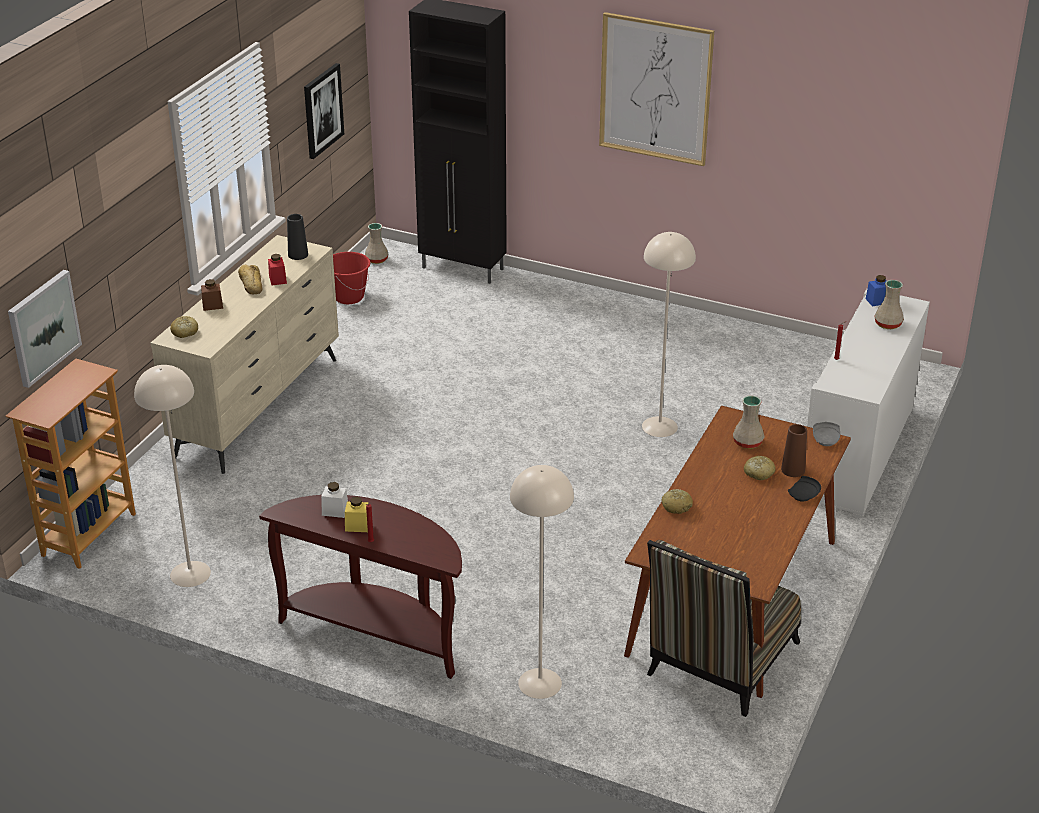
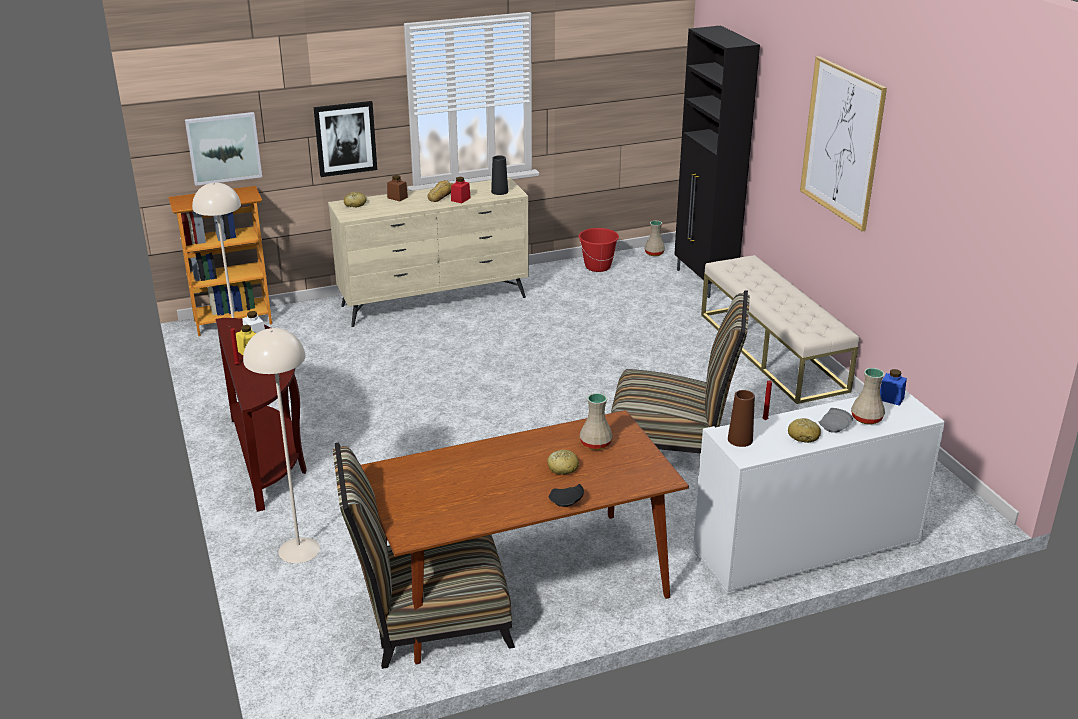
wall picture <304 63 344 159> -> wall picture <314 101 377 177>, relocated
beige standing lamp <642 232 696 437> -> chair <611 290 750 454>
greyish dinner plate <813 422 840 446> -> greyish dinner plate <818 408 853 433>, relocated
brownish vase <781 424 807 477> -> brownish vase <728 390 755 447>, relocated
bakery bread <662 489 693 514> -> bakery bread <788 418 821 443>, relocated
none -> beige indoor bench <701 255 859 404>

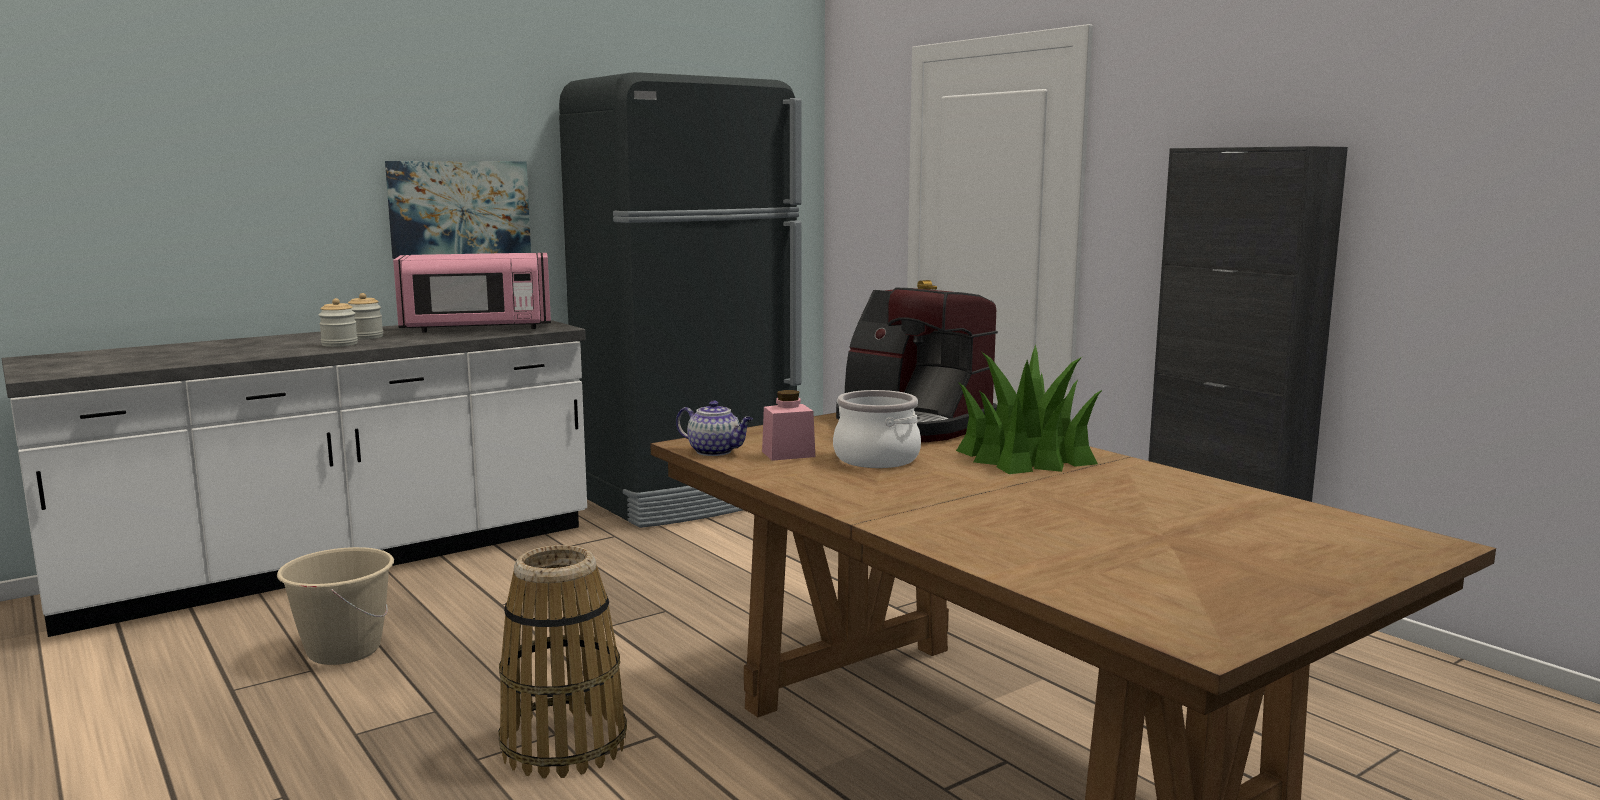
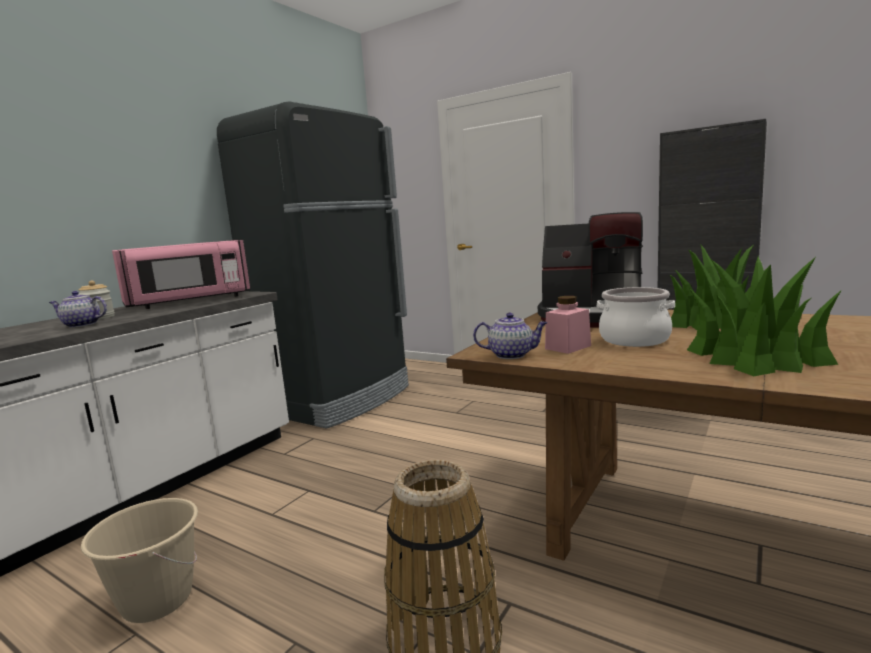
wall picture <385 161 531 259> -> none
storage jar <319 298 358 347> -> tea pot <49 291 107 328>
none -> houseplant <687 256 841 376>

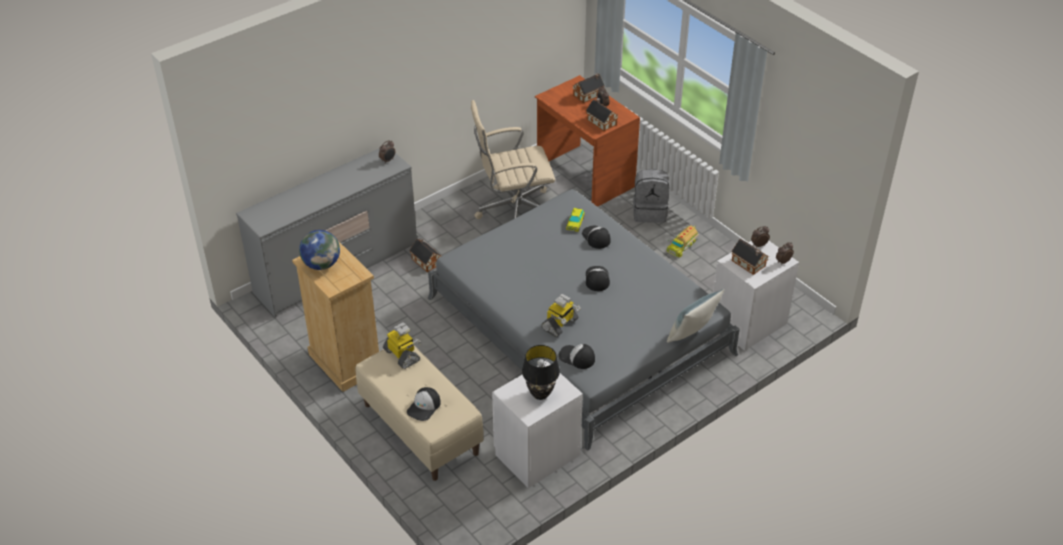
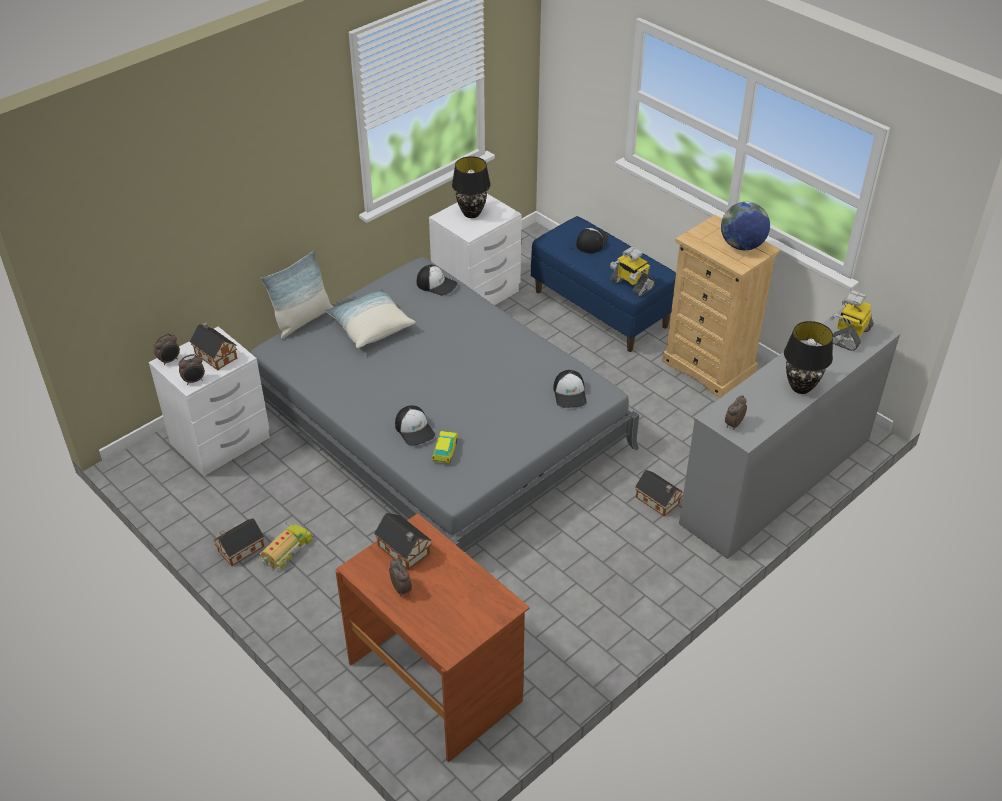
model house <573 74 605 103> -> model house <214 518 264 566>, relocated
beige office chair <471 100 555 219> -> none
greyish knapsack <633 169 669 223> -> none
peaked cap <586 266 610 291> -> peaked cap <553 370 587 408>, relocated
model robot <541 294 581 337> -> model robot <830 290 874 351>, relocated
beige indoor bench <356 346 484 481> -> blue indoor bench <531 216 676 352>
none -> pillow <325 288 415 348>
none -> black-coloured table lamp <784 321 833 394>

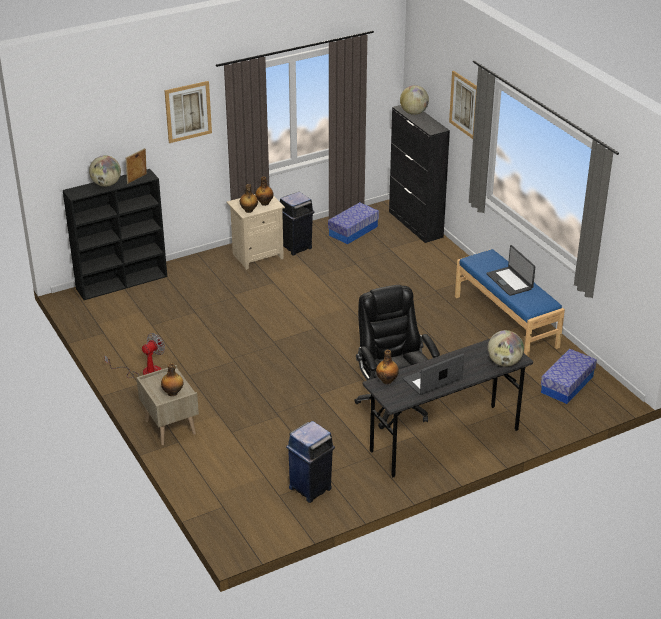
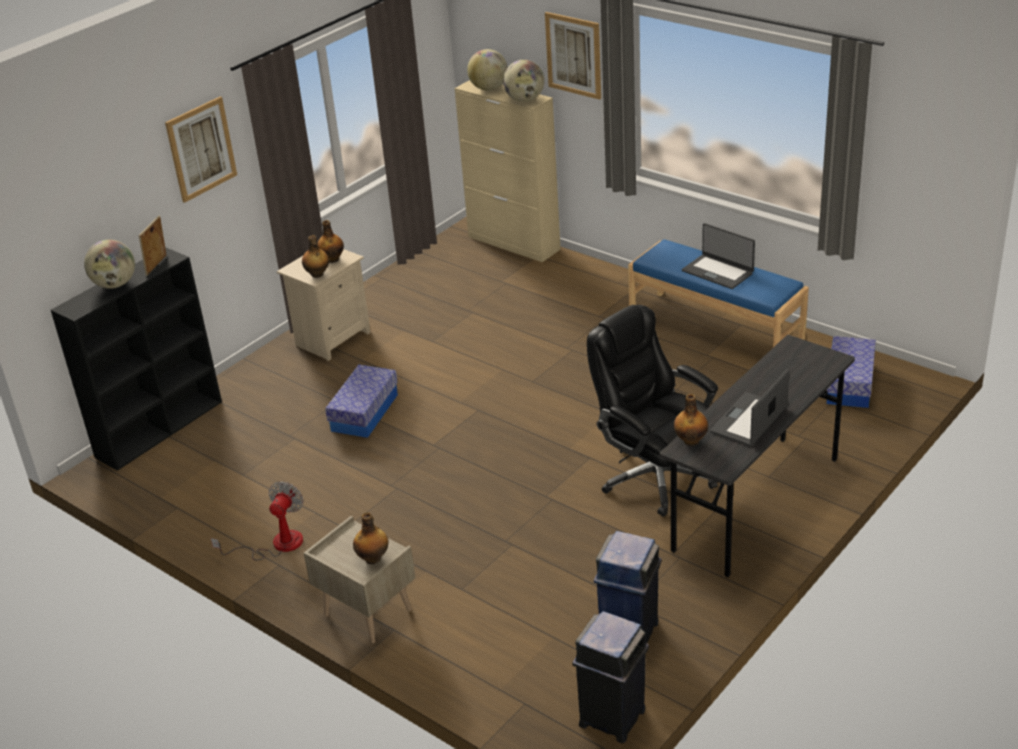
black-coloured cupboard <389 105 450 243> -> beige cupboard <454 80 561 262>
black-coloured rubbish bin <280 192 314 255> -> black-coloured rubbish bin <572 611 649 743>, relocated
storage container <328 202 379 244> -> storage container <325 364 398 438>, relocated
desk globe <488 330 524 367> -> desk globe <503 60 544 102>, relocated

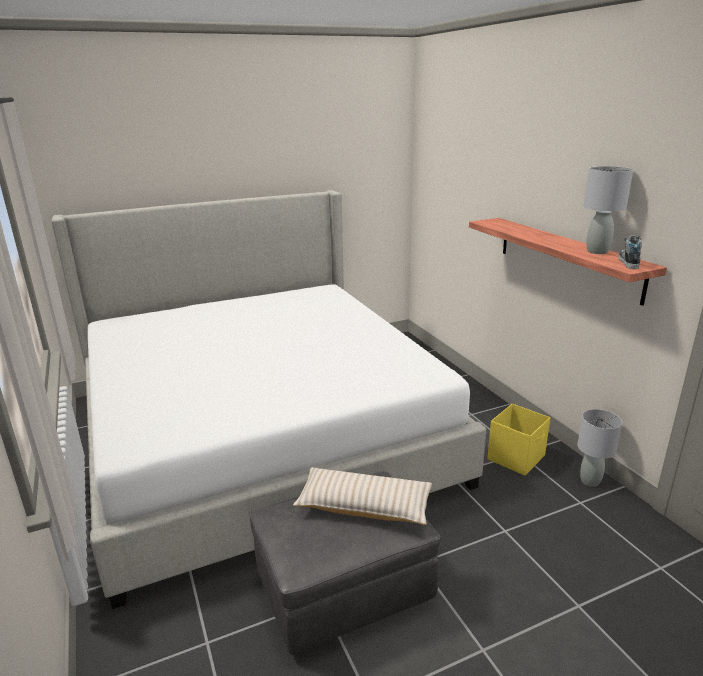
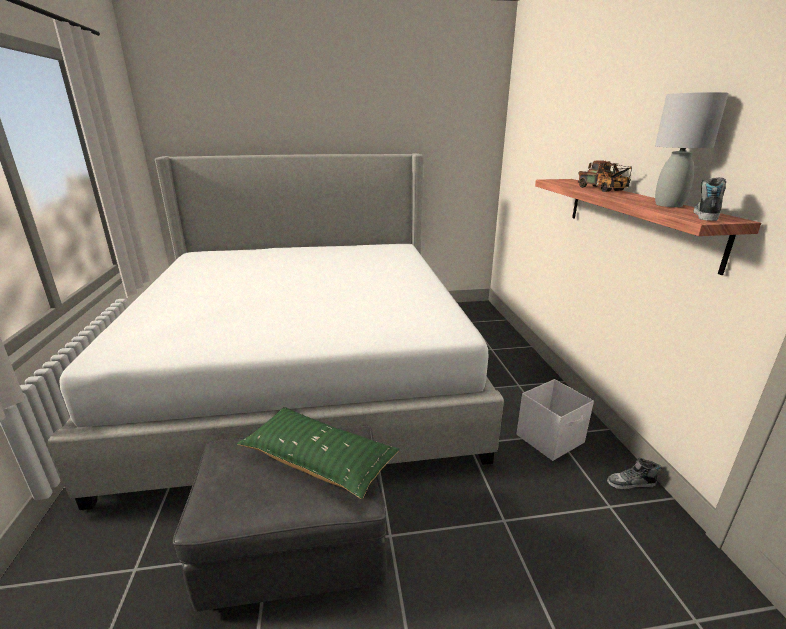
yellow storage container <487 404 551 476> -> white storage container <517 379 594 461>
greyish table lamp <577 409 622 487> -> shoe <607 458 662 489>
beige pillow <293 467 432 525> -> greenish pillow <237 407 399 499>
none -> toy lorry <578 160 632 192>

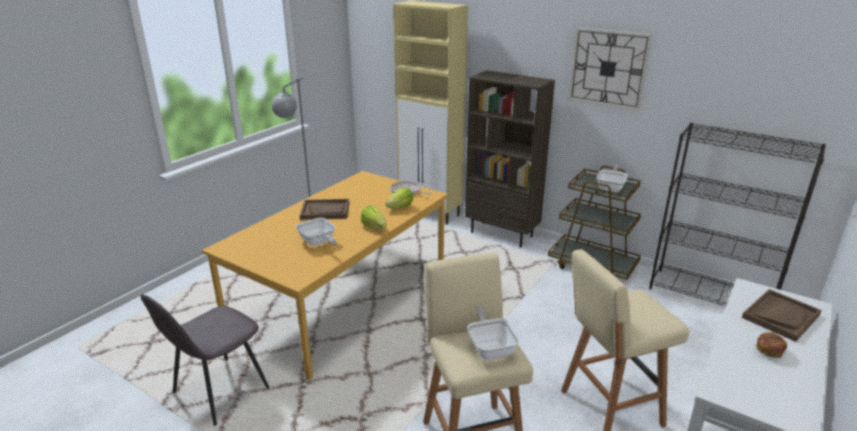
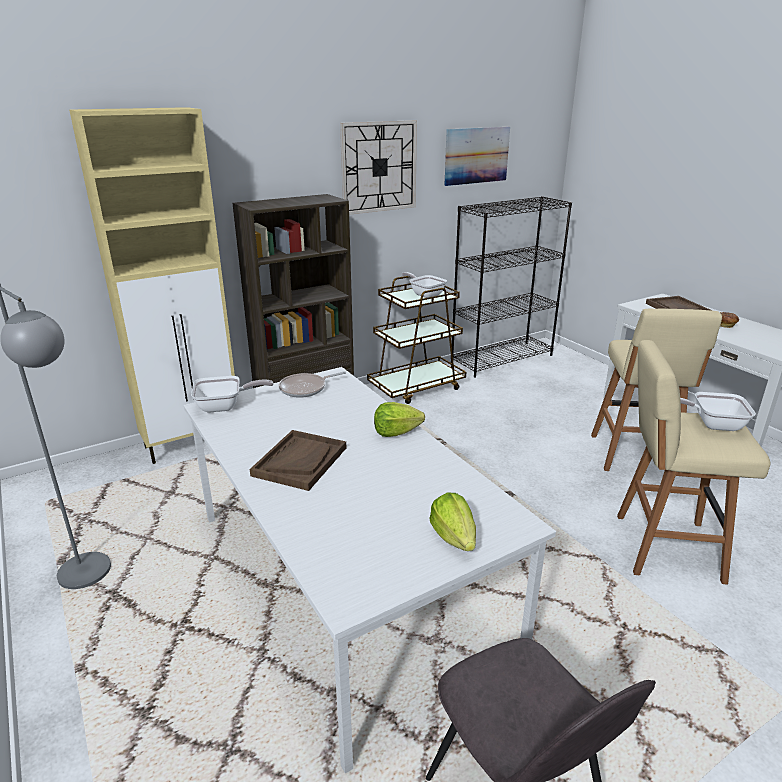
orange-coloured kitchen table <202 171 448 380> -> white kitchen table <184 367 556 773>
head of lettuce <386 188 413 209> -> head of lettuce <429 492 476 551>, relocated
skillet <296 218 337 246> -> skillet <191 376 273 413>, relocated
none -> wall picture <444 127 510 186>

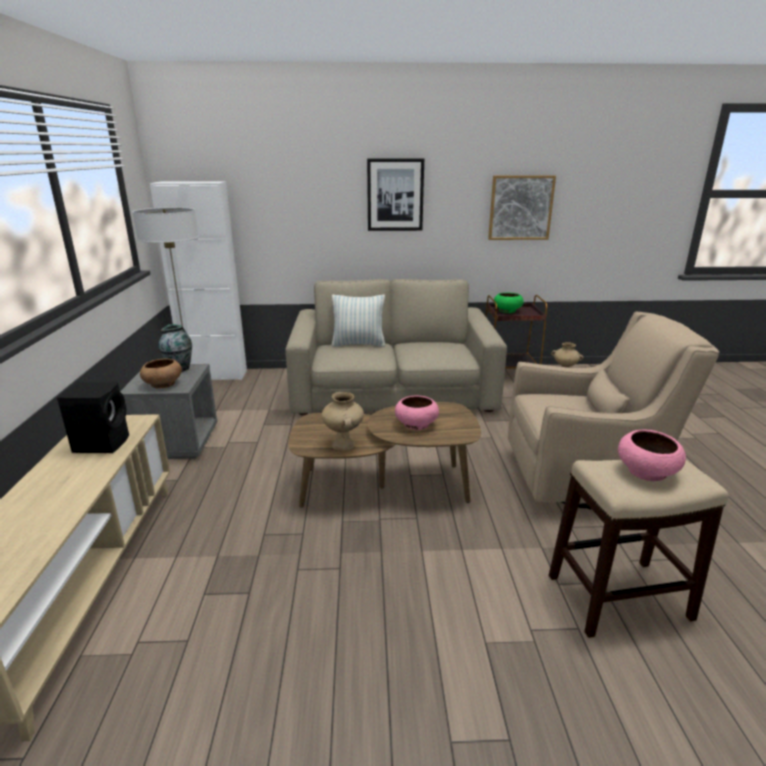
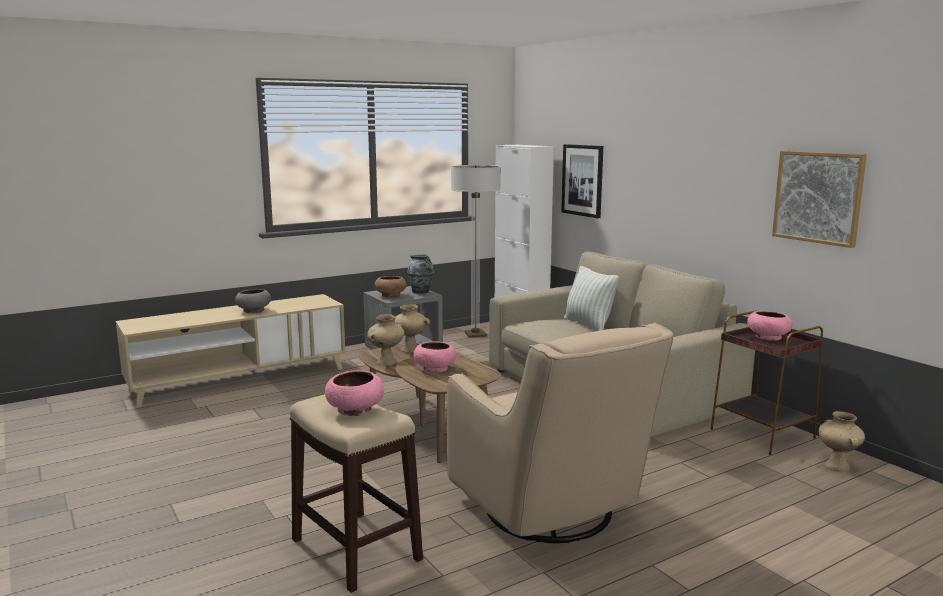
wall picture <367 158 424 231> -> wall picture <561 144 603 218>, relocated
greenish bowl <494 293 524 313> -> pinkish bowl <747 311 793 341>
black-coloured speaker <57 382 129 453> -> none
none -> greyish bowl <235 289 271 313>
none -> beige vase <395 304 430 353>

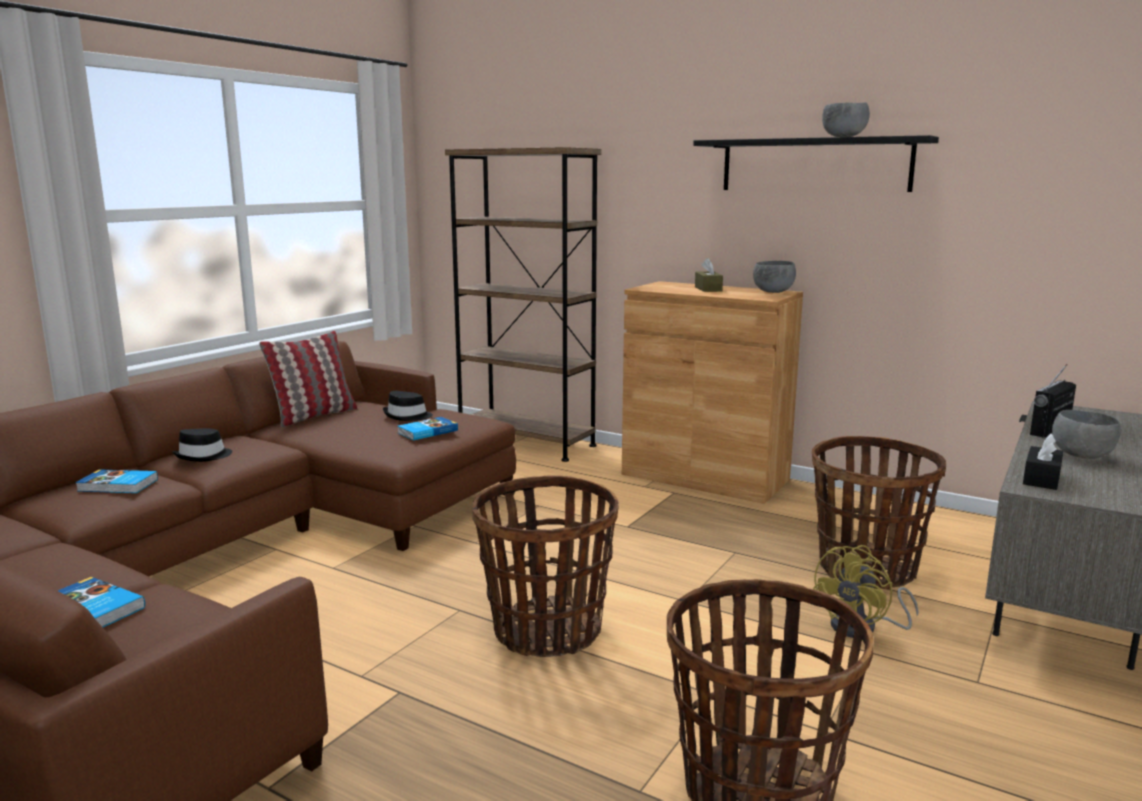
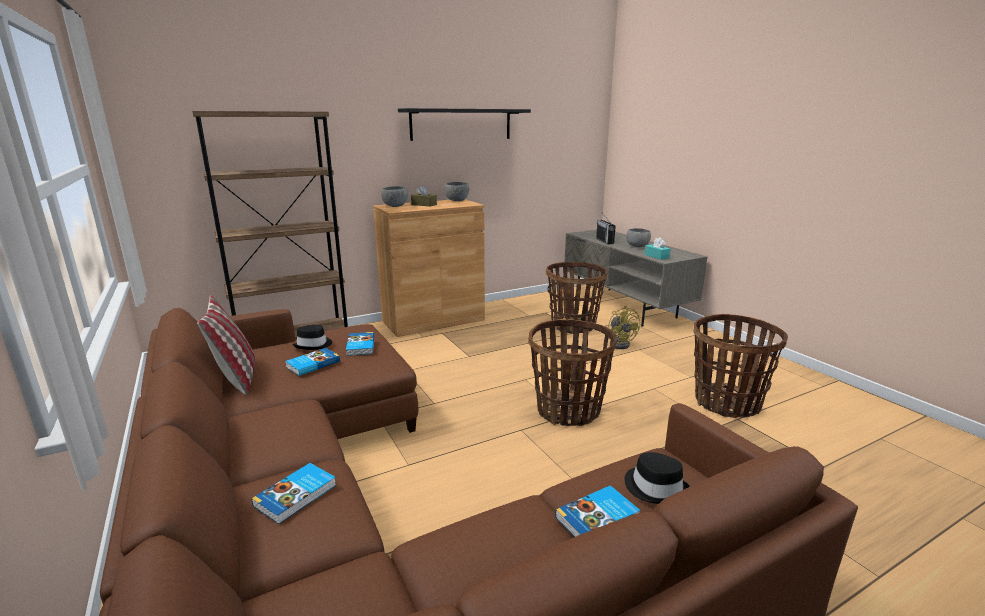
greyish bowl <822 102 870 137> -> greyish bowl <381 186 408 207>, relocated
black-coloured clothing hat <172 428 232 462> -> black-coloured clothing hat <624 452 690 504>, relocated
black-coloured box of tissues <1023 433 1064 490> -> turquoise-coloured box of tissues <645 237 671 260>
none -> bound book <285 348 340 376>

